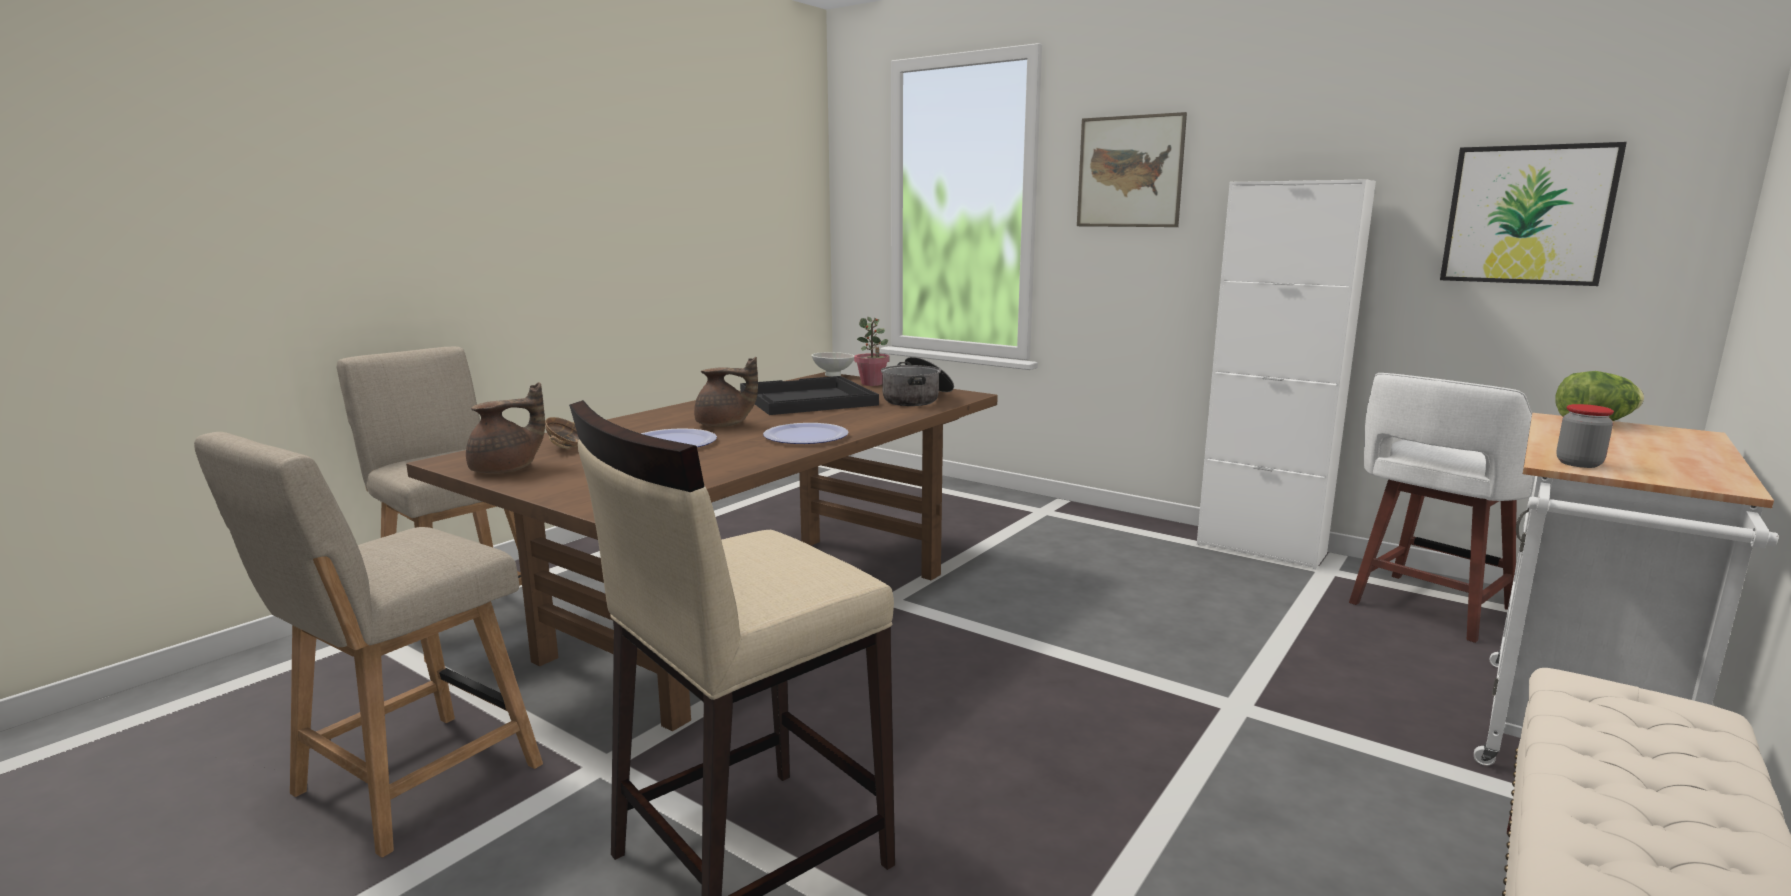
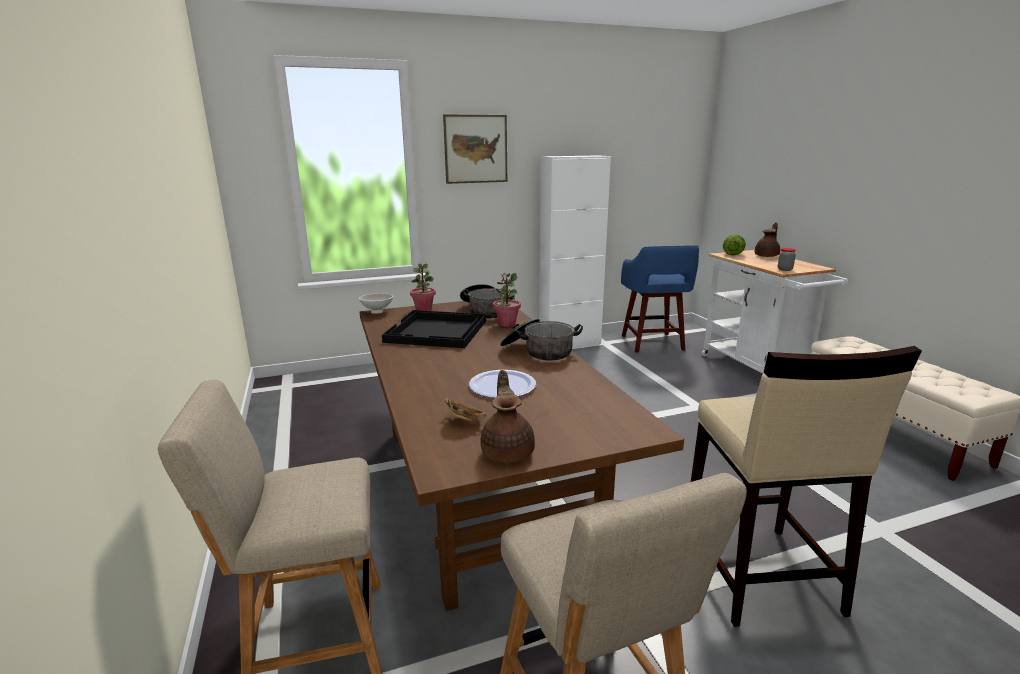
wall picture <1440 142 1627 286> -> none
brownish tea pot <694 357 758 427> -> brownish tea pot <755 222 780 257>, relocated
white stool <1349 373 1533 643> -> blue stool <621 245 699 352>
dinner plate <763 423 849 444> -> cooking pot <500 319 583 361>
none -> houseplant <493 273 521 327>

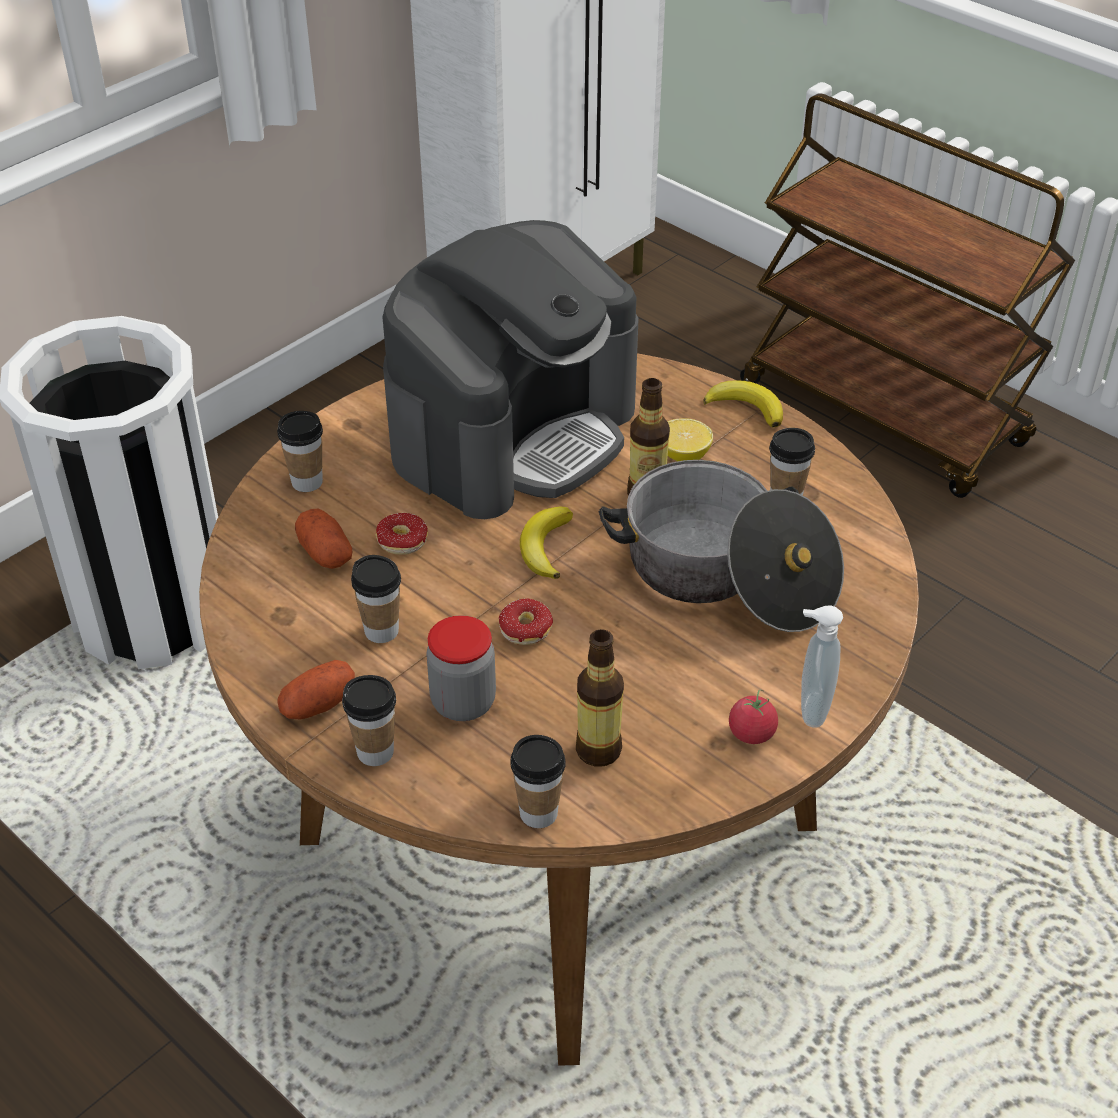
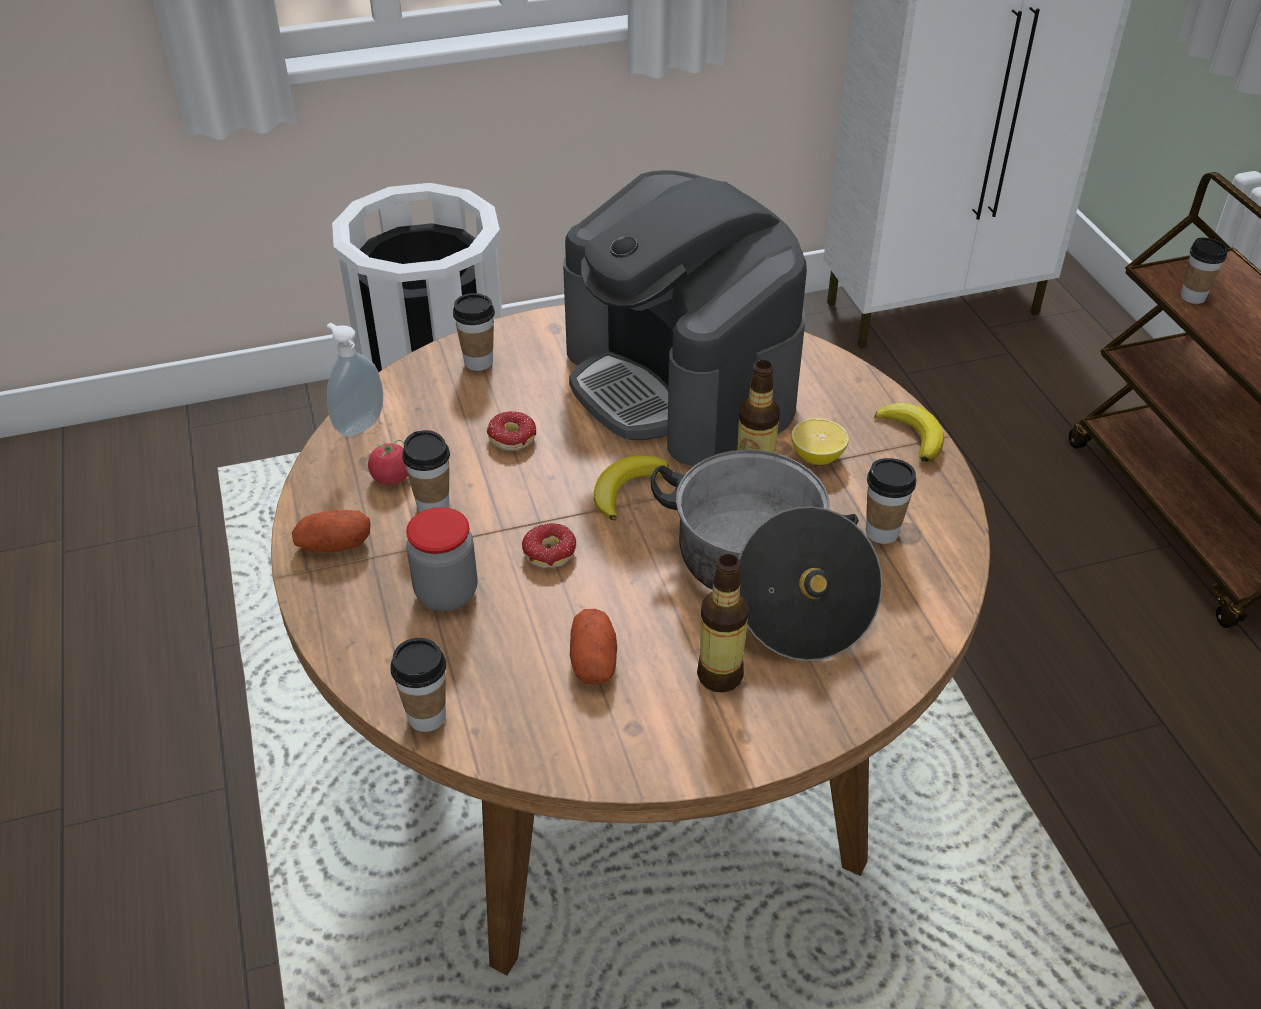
coffee brewer <382 220 639 519> -> coffee brewer <563 170 807 466>, 75 degrees clockwise
potato <295 509 353 569> -> potato <570 609 617 684>, relocated
soap bottle <801 605 843 728> -> soap bottle <327 323 383 437>, relocated
drink bottle <576 629 624 767> -> drink bottle <697 554 749 692>, relocated
small cup <342 675 396 766> -> small cup <1181 238 1228 304>, relocated
tomato <729 689 778 744> -> tomato <368 440 408 485>, relocated

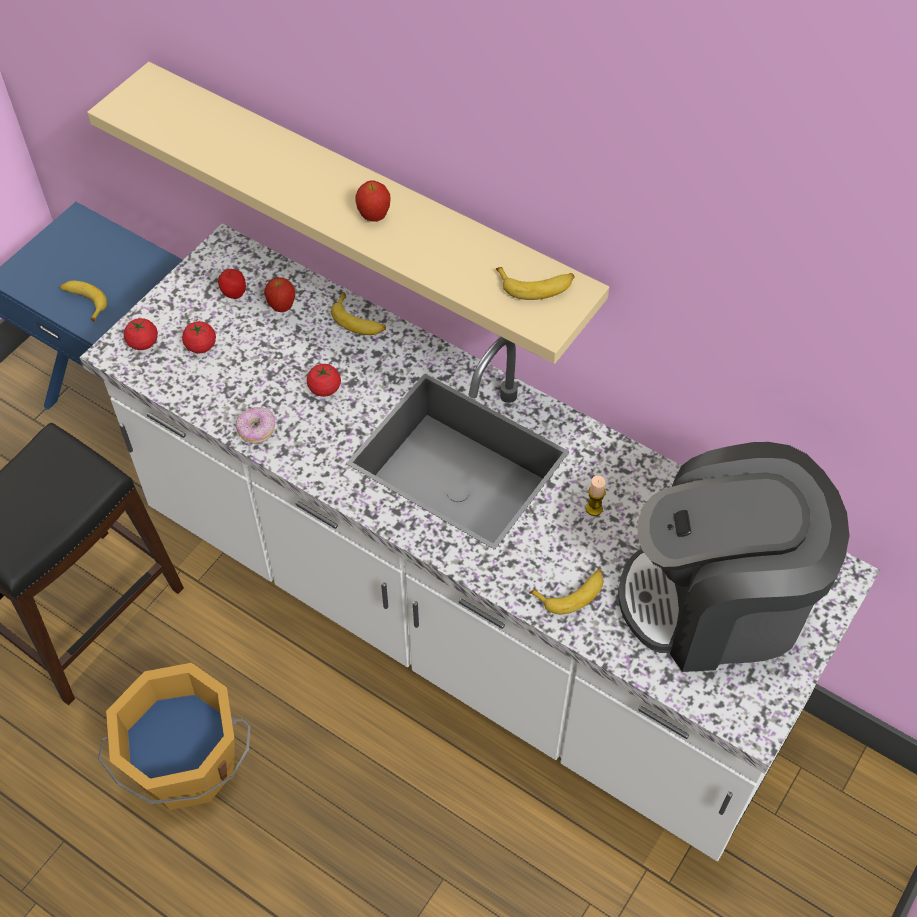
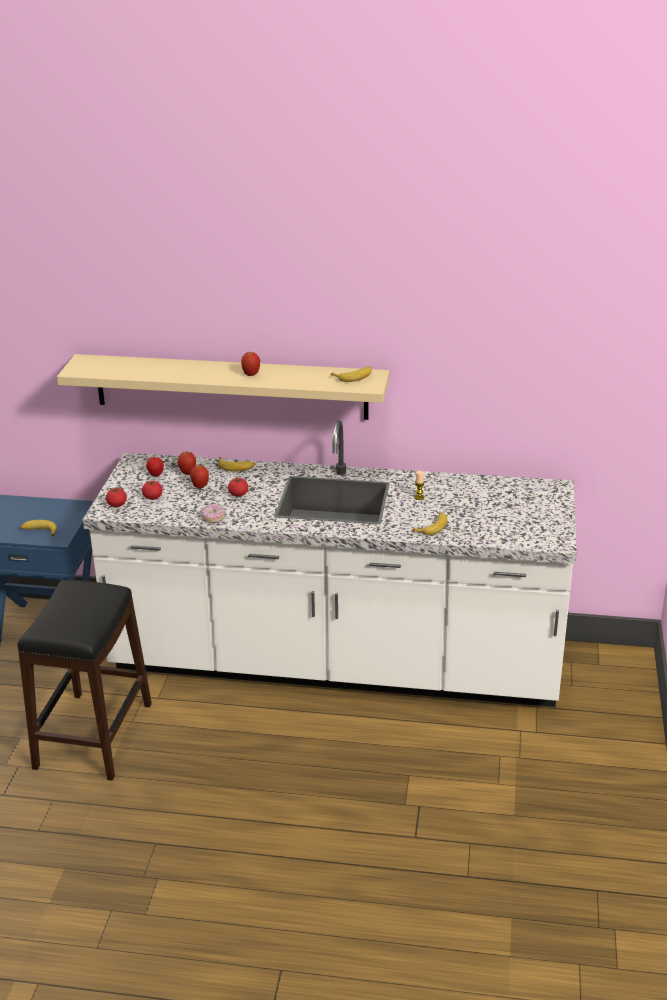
coffee brewer <618 442 850 672> -> none
orange-coloured pail <98 663 250 810> -> none
none -> apple fruit <190 465 209 489>

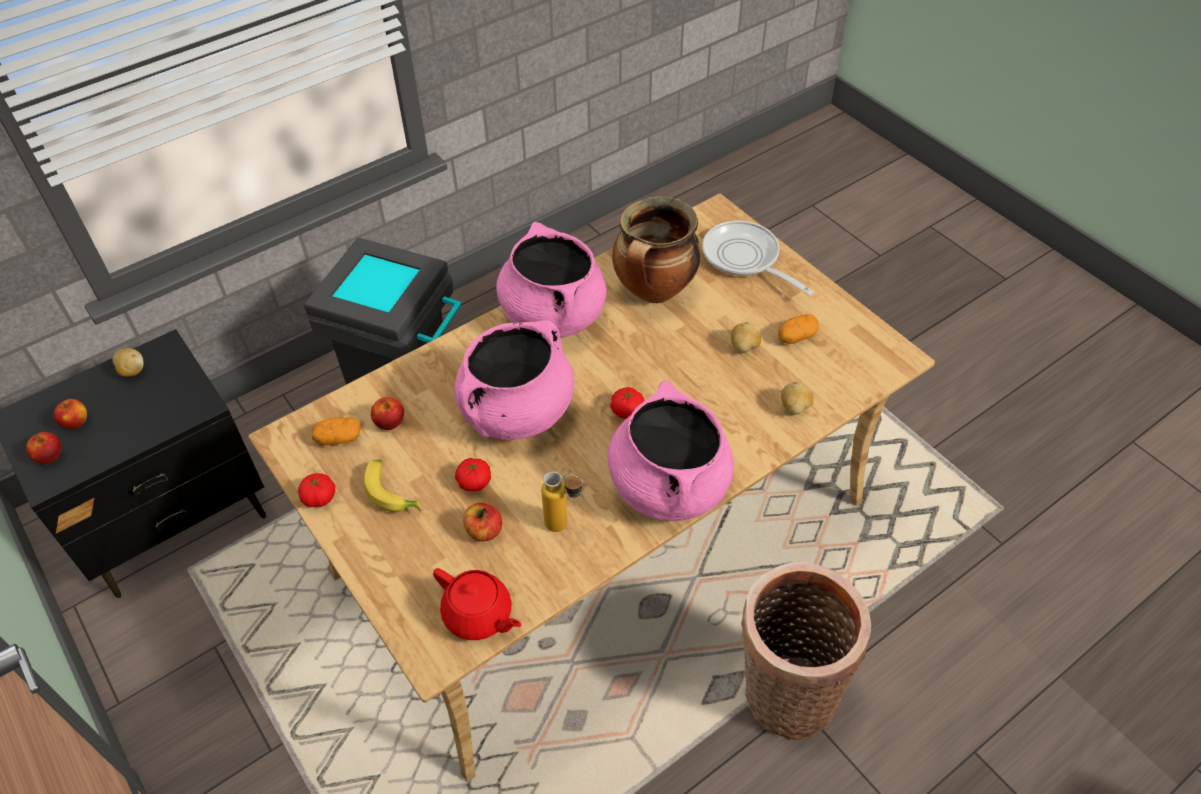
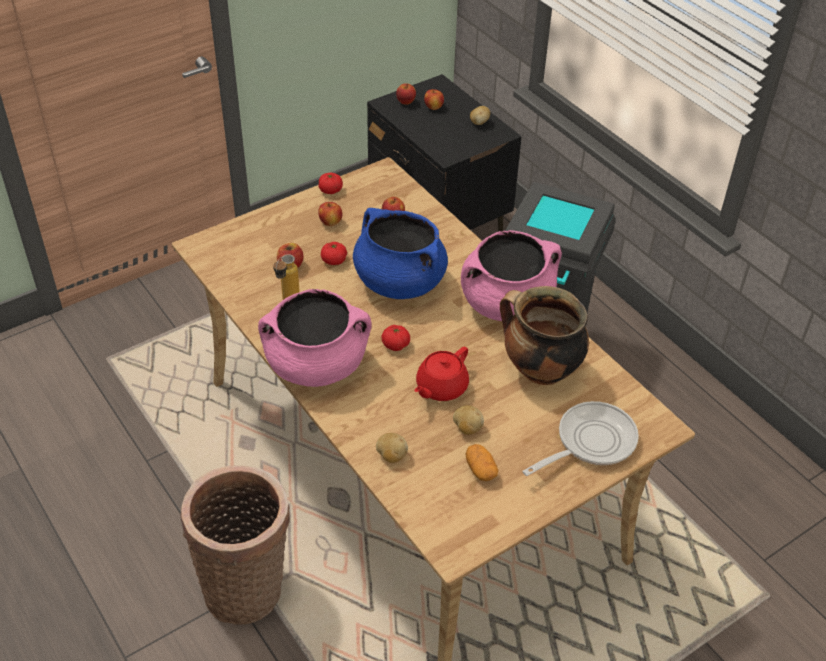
pinkish cooking pot <454 320 574 440> -> blue cooking pot <353 208 448 299>
potato <312 417 361 445> -> none
banana fruit <364 460 421 512> -> apple fruit <318 202 342 226>
red-coloured tea pot <433 568 522 640> -> red-coloured tea pot <414 347 469 401>, relocated

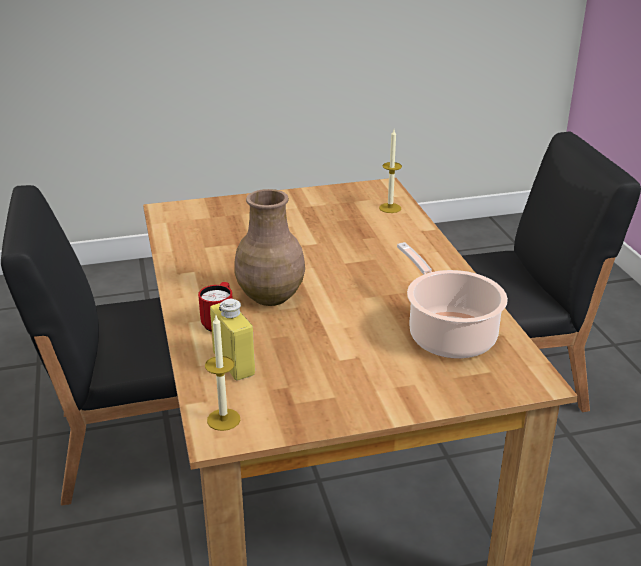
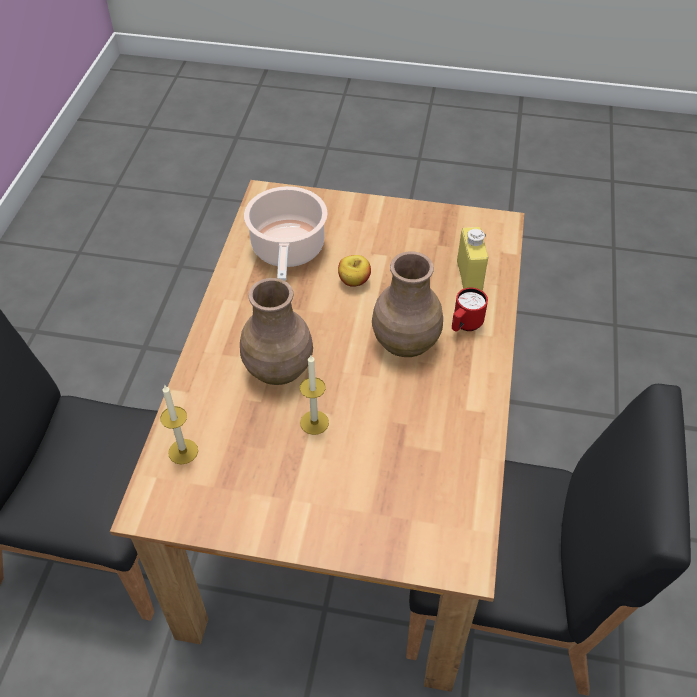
candle <205 316 240 431> -> candle <300 355 329 435>, relocated
none -> apple fruit <338 255 371 287>
none -> brownish vase <240 278 313 385>

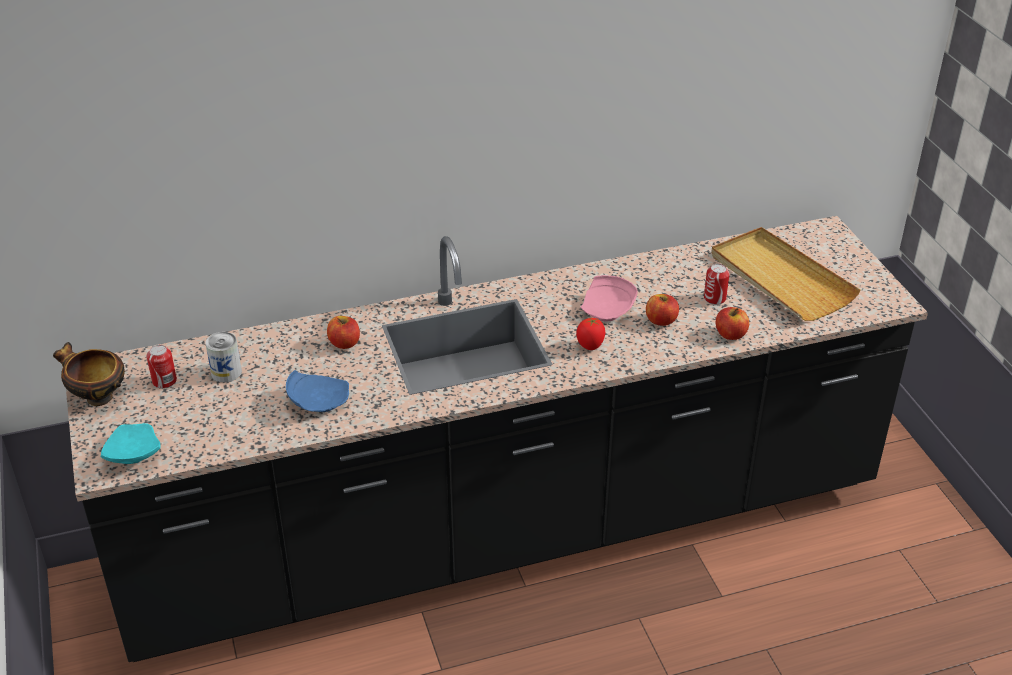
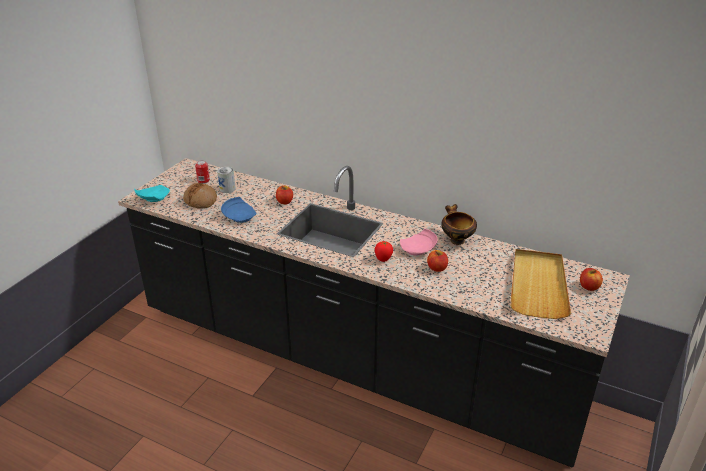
metal can <704 264 730 305> -> none
apple fruit <716 307 749 340> -> apple fruit <580 268 603 291>, relocated
bowl <53 342 125 406> -> bowl <441 204 477 245>, relocated
none -> bakery bread <183 183 217 209>

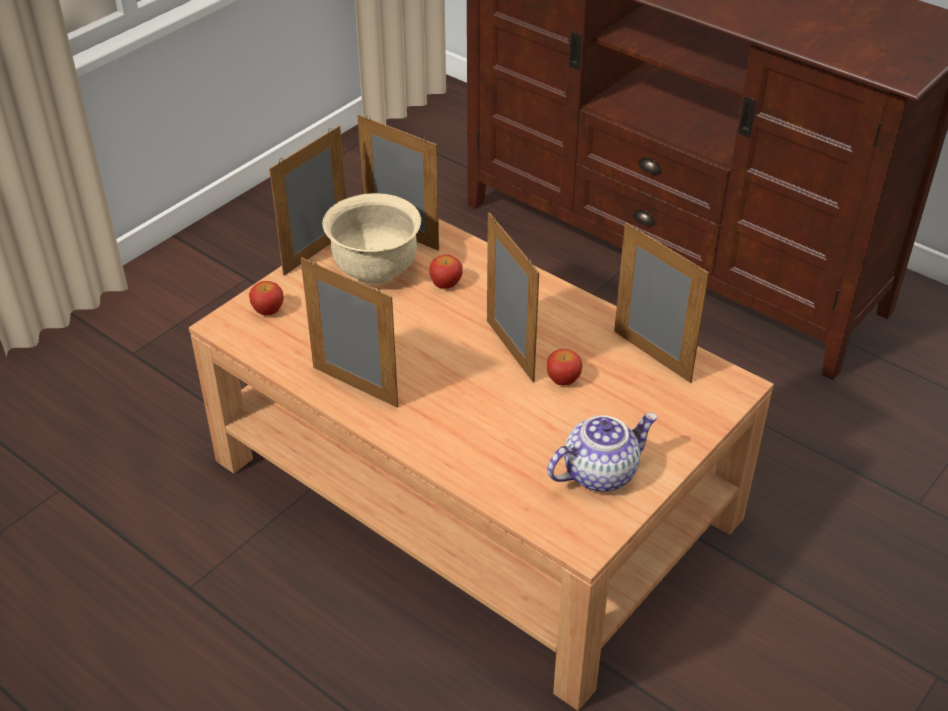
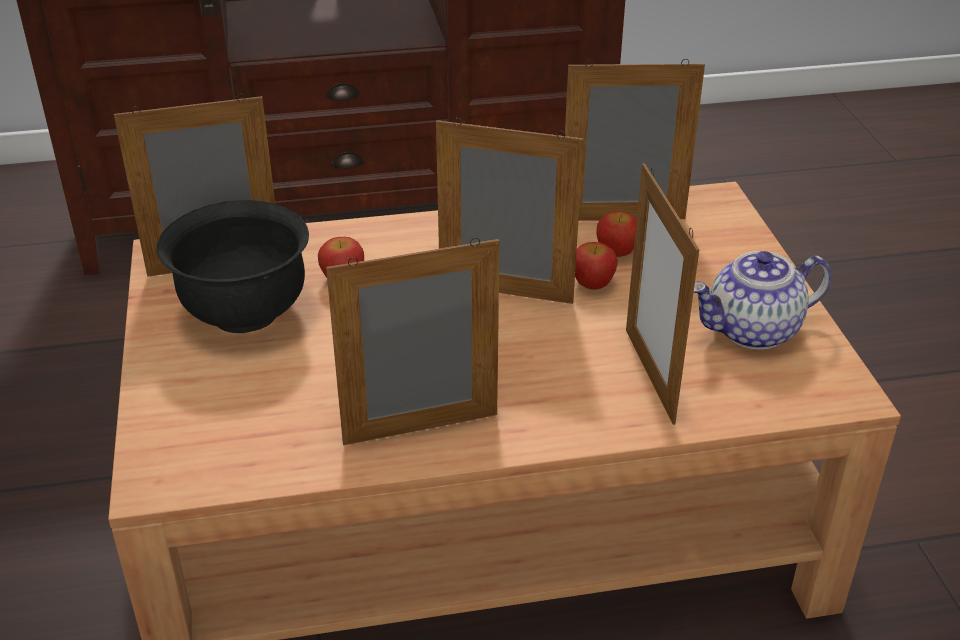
standing frame <269 126 346 276> -> standing frame <626 163 699 425>, relocated
beige bowl <322 193 421 284> -> black-coloured bowl <156 200 309 333>
apple fruit <249 281 284 316> -> apple fruit <596 211 637 257>, relocated
tea pot <547 413 658 492> -> tea pot <694 251 832 350>, 120 degrees counterclockwise

